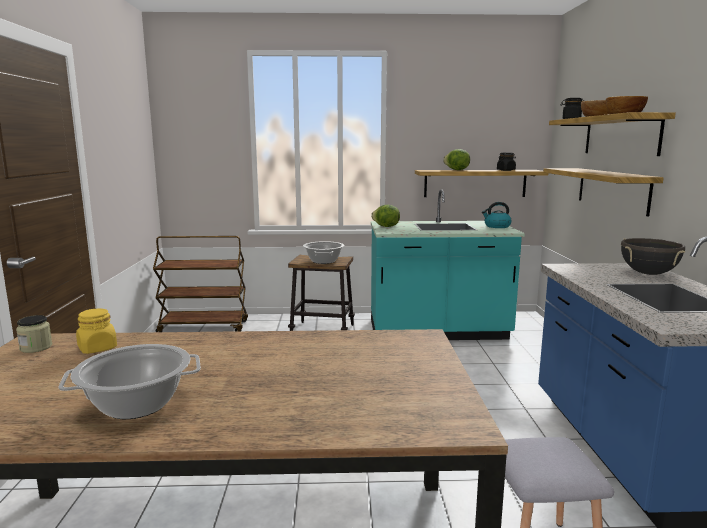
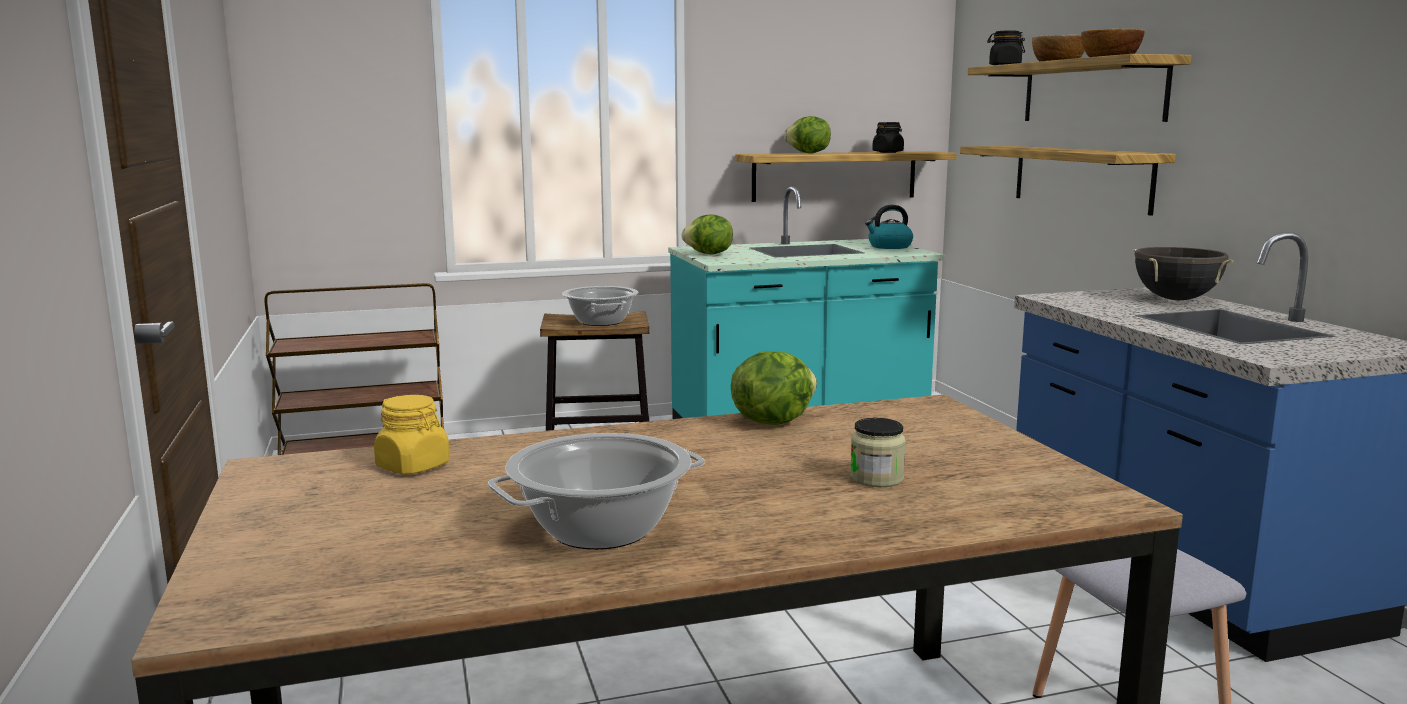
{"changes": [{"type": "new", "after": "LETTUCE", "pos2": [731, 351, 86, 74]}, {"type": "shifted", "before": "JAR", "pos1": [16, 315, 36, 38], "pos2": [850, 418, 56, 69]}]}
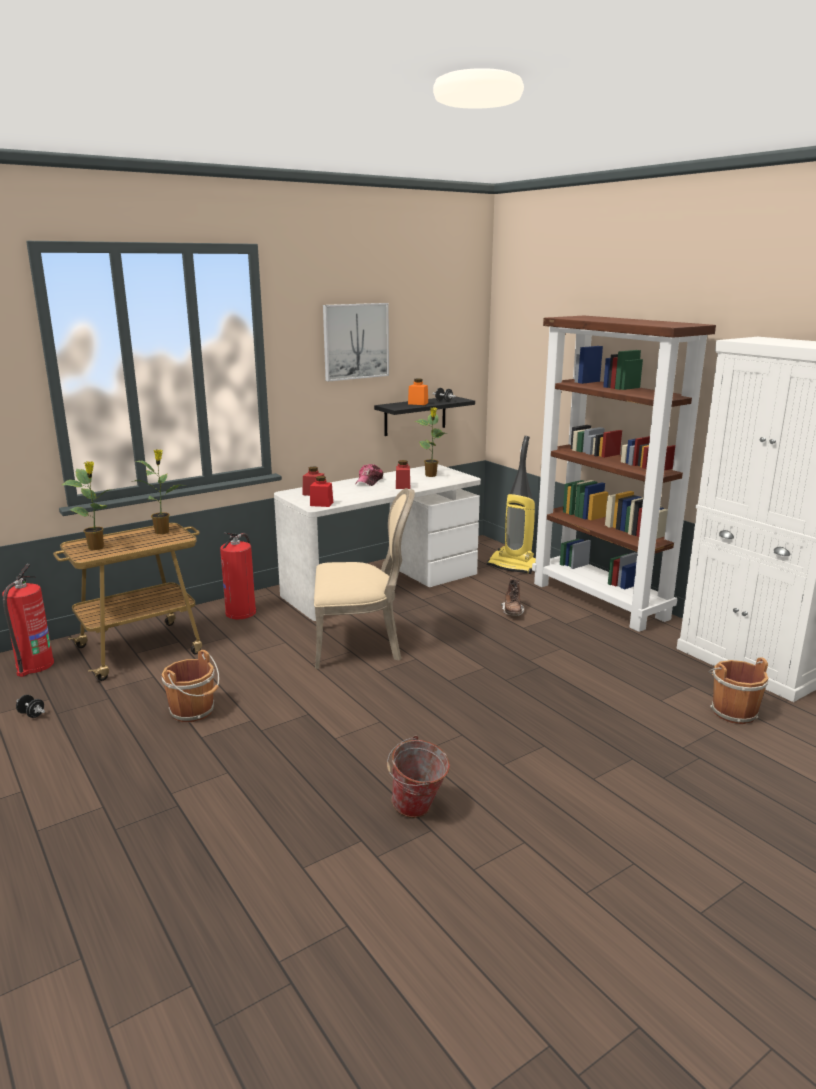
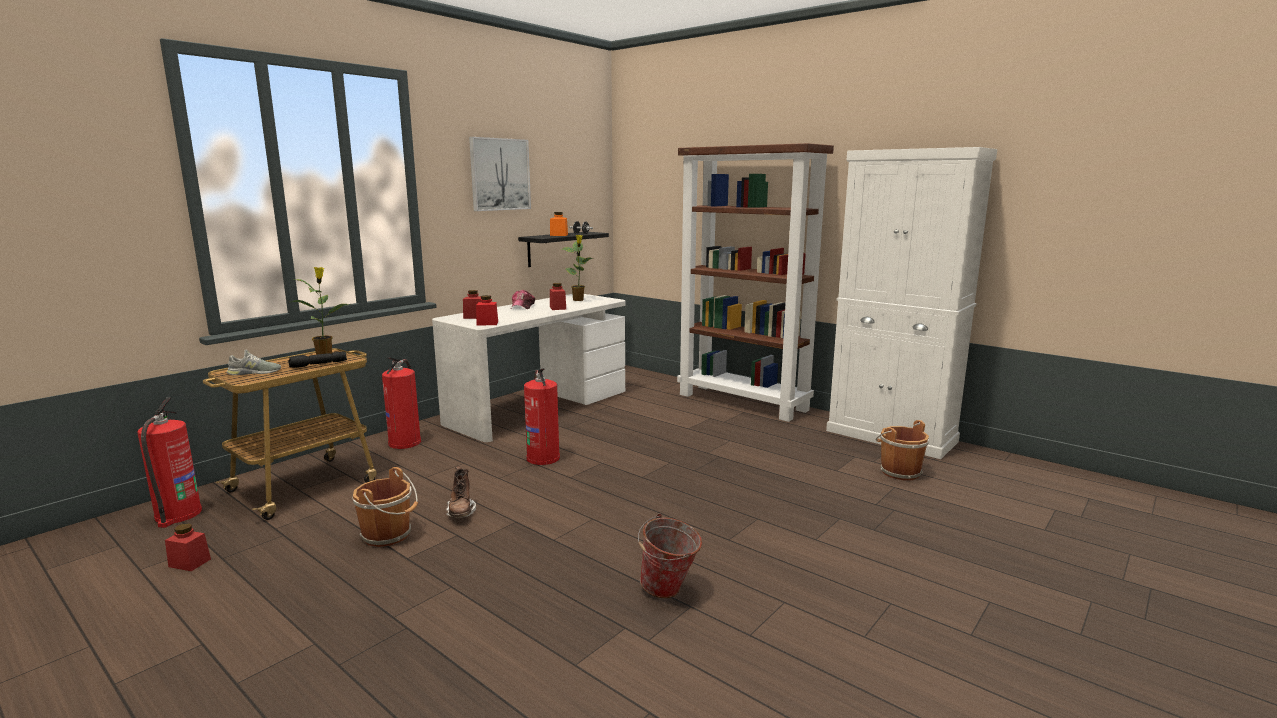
{"changes": [{"type": "gone", "before": "VACUUM CLEANER", "pos1": [487, 436, 49, 138]}, {"type": "new", "after": "BLACK FLASHLIGHT", "pos2": [288, 351, 59, 17]}, {"type": "shifted", "before": "BROWN BOOT", "pos1": [501, 577, 23, 39], "pos2": [446, 466, 30, 52]}, {"type": "swapped", "before": "BLACK DUMBBELL", "after": "RED JAR", "pos1": [16, 695, 29, 23], "pos2": [165, 523, 46, 48]}, {"type": "swapped", "before": "POTTED PLANT", "after": "GREY SHOE", "pos1": [62, 461, 48, 89], "pos2": [227, 350, 54, 25]}, {"type": "swapped", "before": "BEIGE CHAIR", "after": "FIRE EXTINGUISHER", "pos1": [314, 488, 101, 181], "pos2": [524, 368, 36, 97]}]}
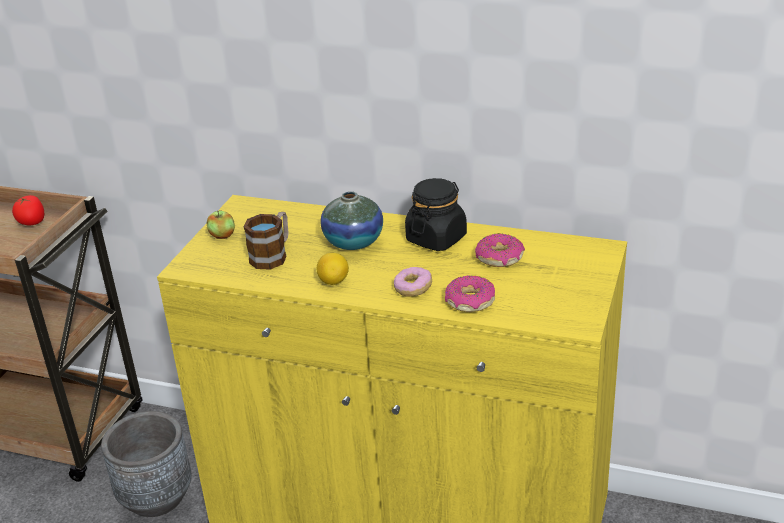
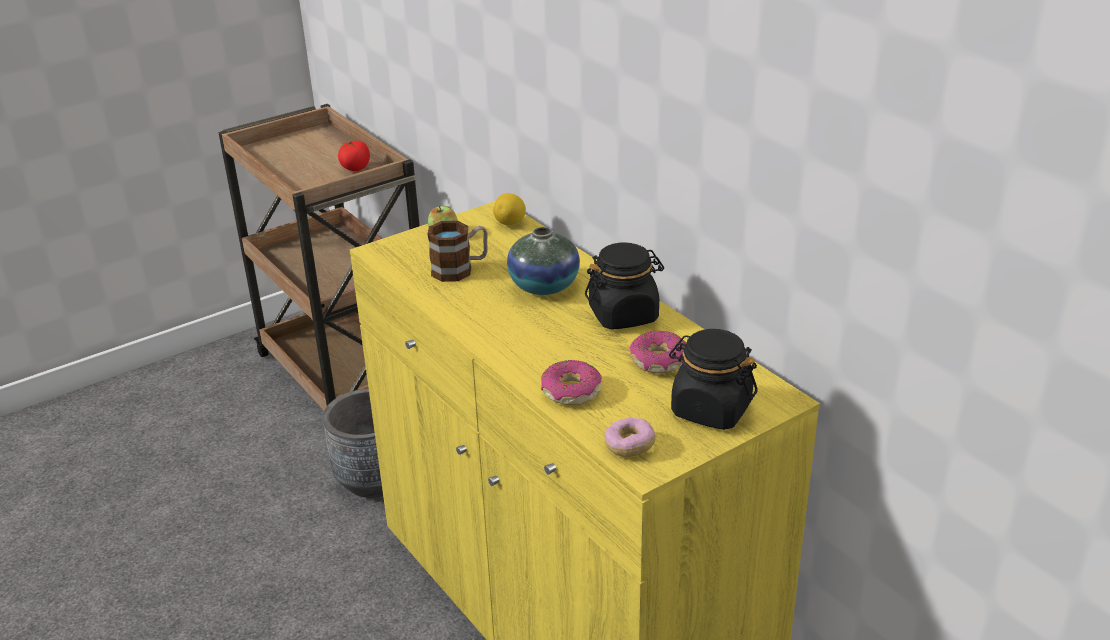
{"changes": [{"type": "new", "after": "BLACK JAR", "pos2": [669, 329, 88, 101]}, {"type": "shifted", "before": "LEMON", "pos1": [317, 253, 32, 32], "pos2": [493, 193, 33, 32]}, {"type": "shifted", "before": "DONUT", "pos1": [394, 267, 38, 30], "pos2": [604, 417, 52, 40]}]}
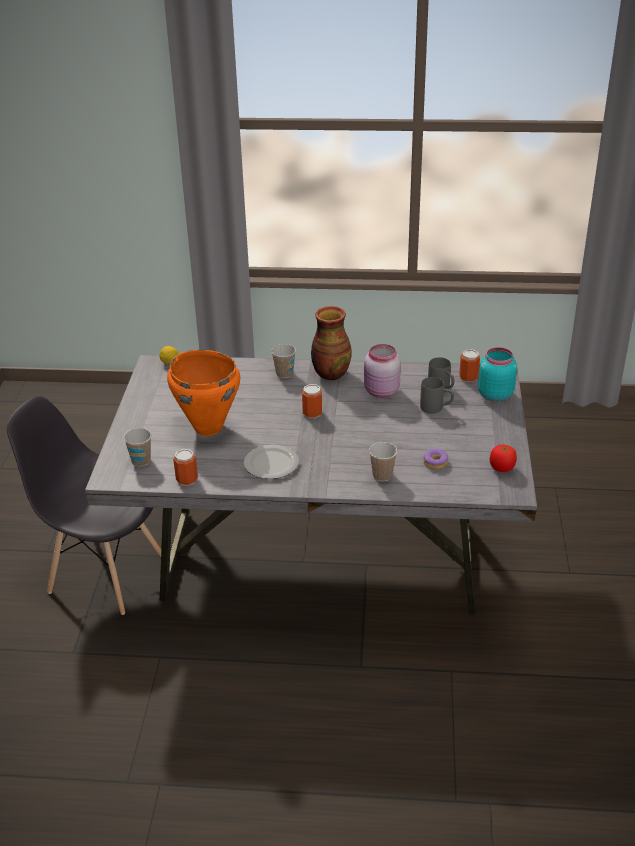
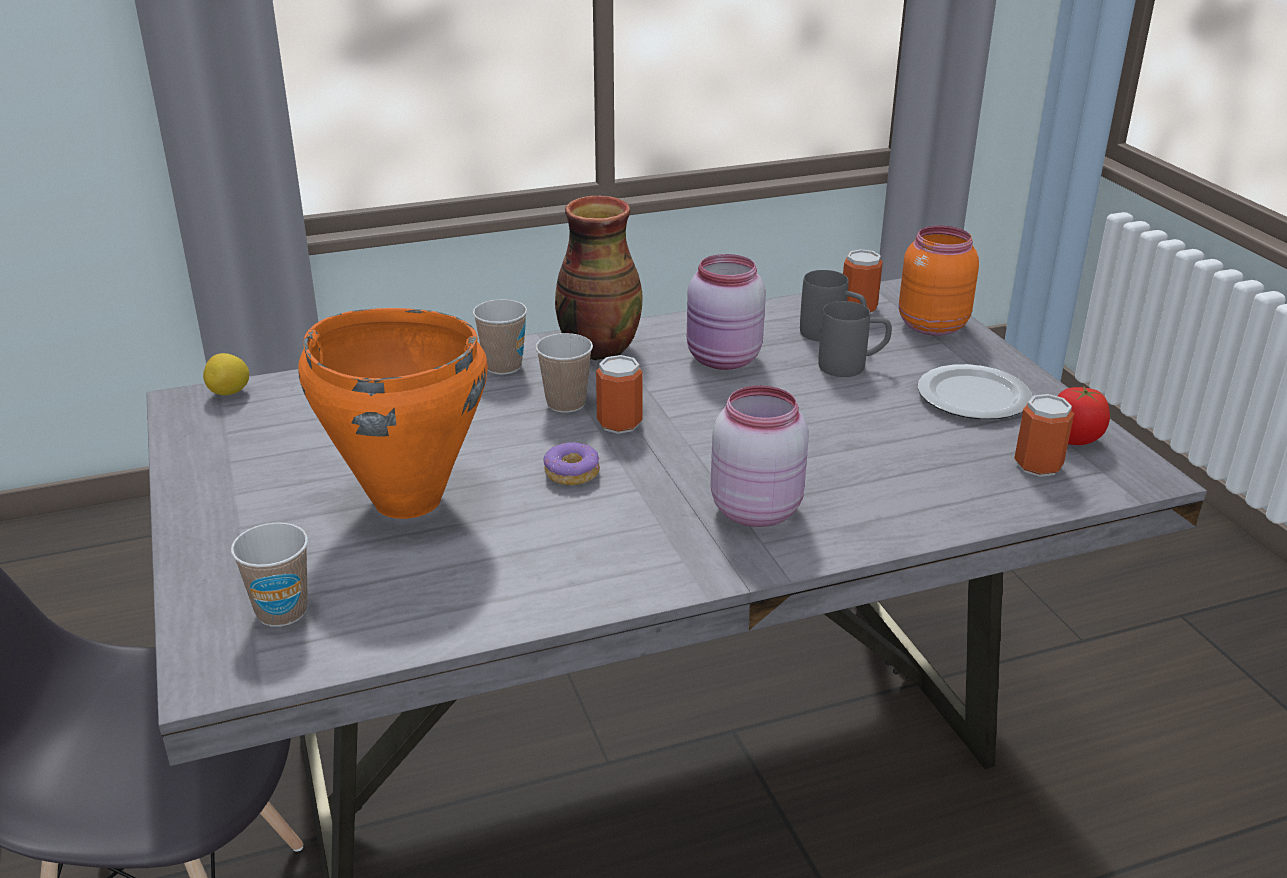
{"changes": [{"type": "new", "after": "PINK JAR", "pos2": [711, 385, 98, 142]}, {"type": "shifted", "before": "CAN", "pos1": [173, 449, 25, 37], "pos2": [1014, 394, 60, 83]}, {"type": "shifted", "before": "PLATE", "pos1": [244, 445, 55, 34], "pos2": [918, 364, 114, 56]}, {"type": "shifted", "before": "CUP", "pos1": [369, 442, 28, 40], "pos2": [535, 333, 58, 80]}, {"type": "shifted", "before": "DONUT", "pos1": [423, 449, 25, 20], "pos2": [544, 442, 56, 43]}, {"type": "repainted", "before": "TURQUOISE JAR", "after": "ORANGE JAR", "pos1": [478, 347, 39, 55], "pos2": [899, 226, 80, 110]}]}
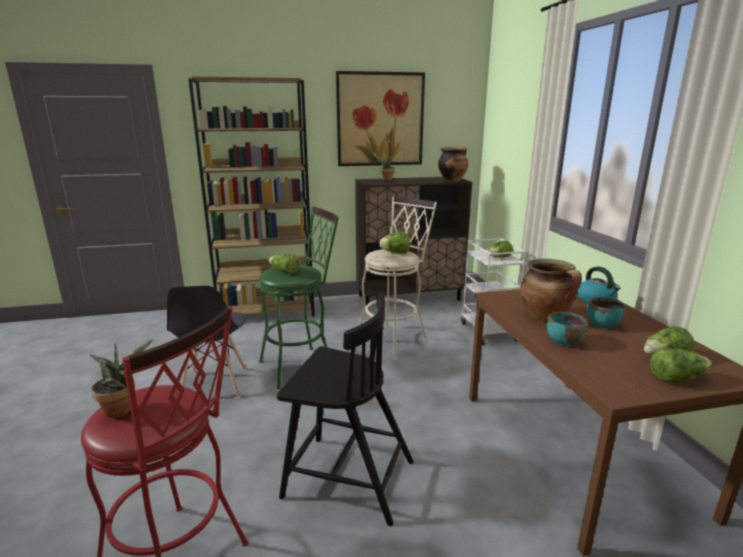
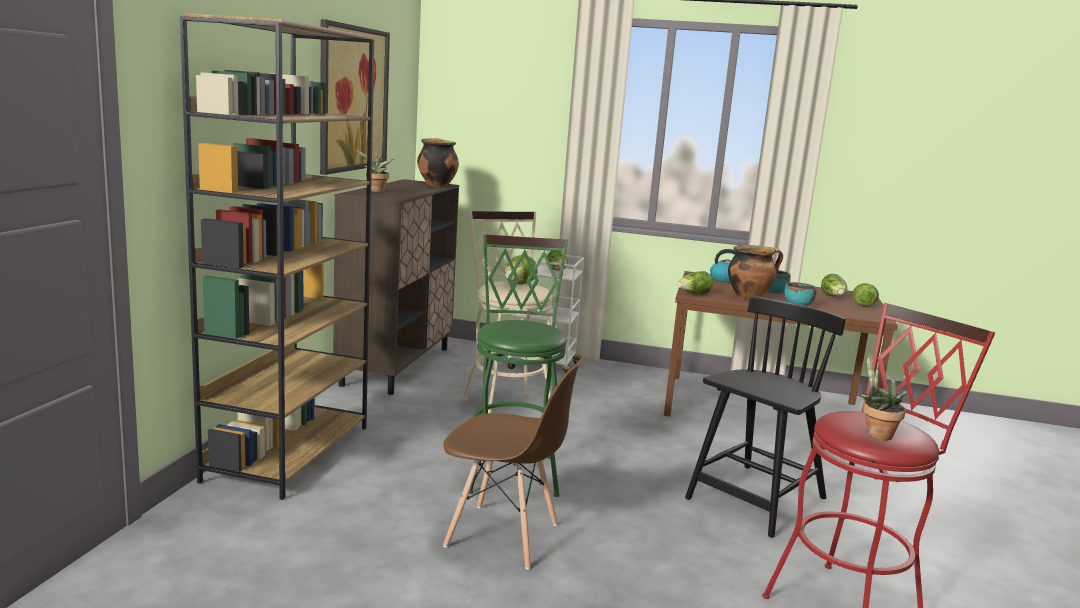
{"changes": [{"type": "shifted", "before": "LETTUCE", "pos1": [268, 254, 32, 20], "pos2": [677, 271, 36, 23]}, {"type": "repainted", "before": "GREY CHAIR", "after": "BROWN CHAIR", "pos1": [167, 286, 79, 112], "pos2": [443, 356, 143, 214]}]}
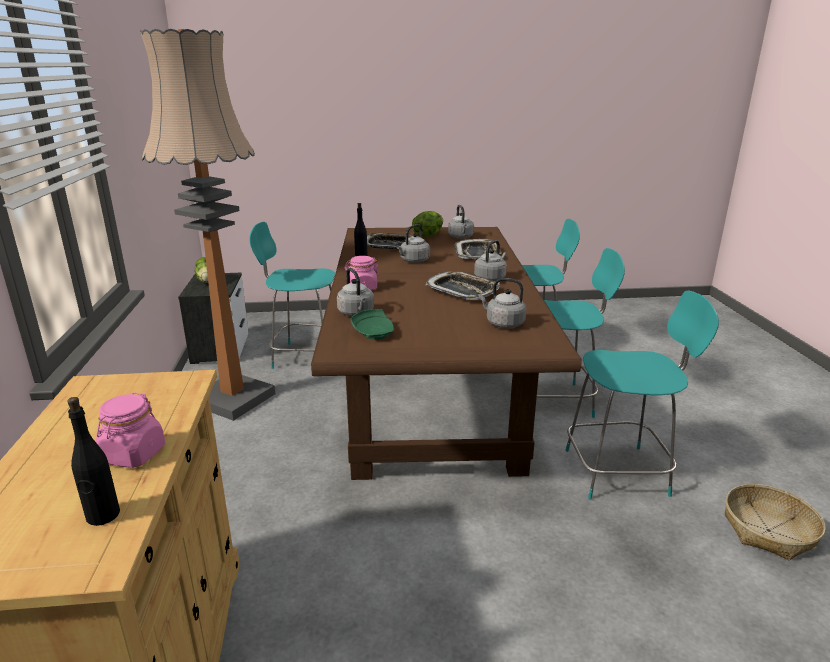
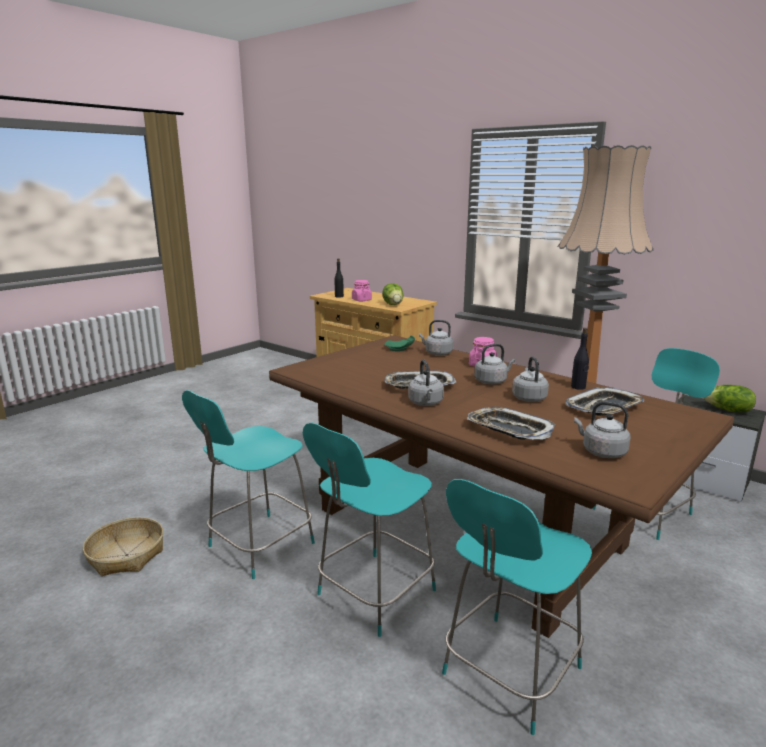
{"changes": [{"type": "shifted", "before": "LETTUCE", "pos1": [412, 211, 31, 26], "pos2": [382, 283, 21, 22]}, {"type": "shifted", "before": "GREY KETTLE", "pos1": [479, 278, 47, 50], "pos2": [475, 344, 40, 40]}]}
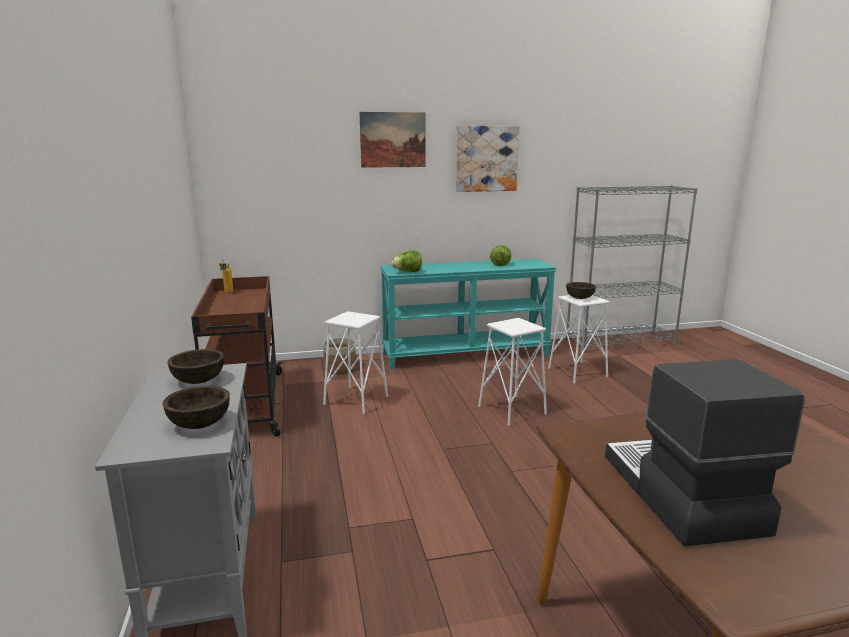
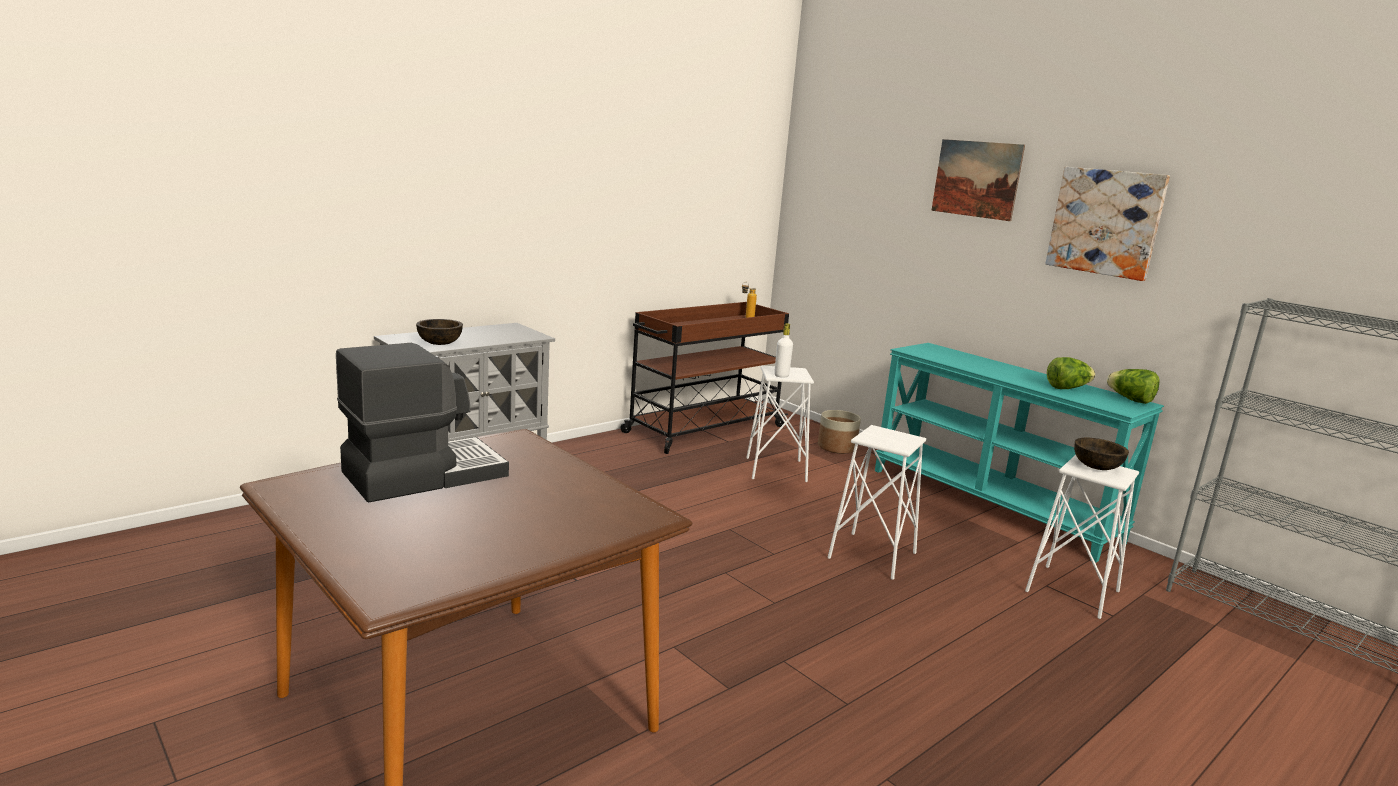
{"changes": [{"type": "gone", "before": "BROWN BOWL", "pos1": [167, 349, 57, 35]}, {"type": "new", "after": "WHITE BOTTLE", "pos2": [774, 323, 19, 55]}, {"type": "shifted", "before": "LETTUCE", "pos1": [391, 250, 31, 22], "pos2": [1107, 369, 52, 35]}]}
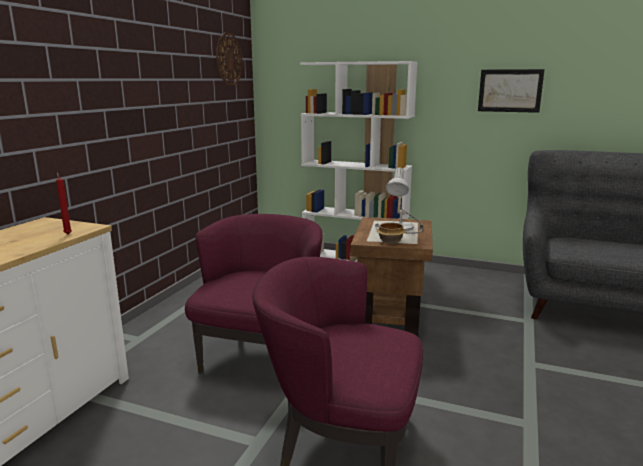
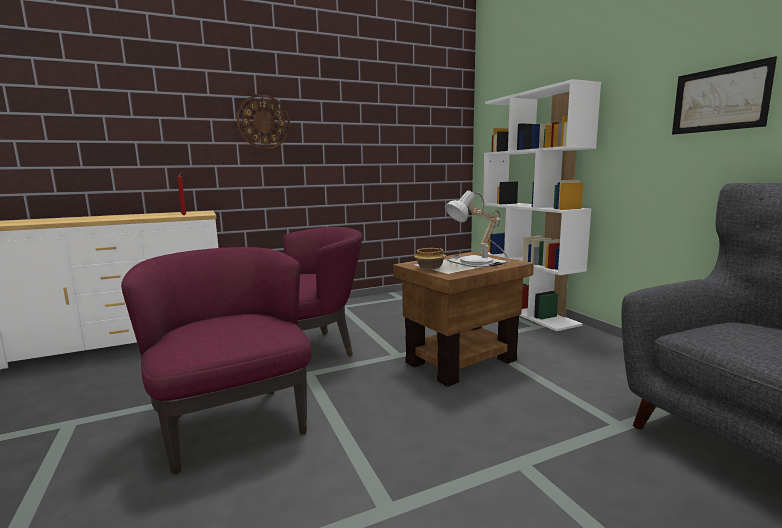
{"changes": [{"type": "shifted", "before": "WALL CLOCK", "pos1": [216, 32, 27, 53], "pos2": [236, 94, 55, 55]}]}
